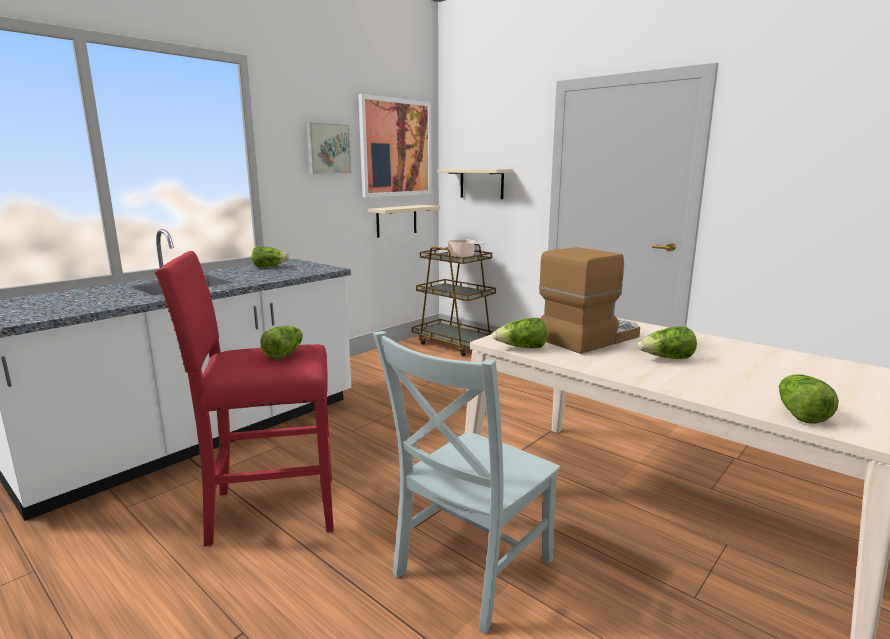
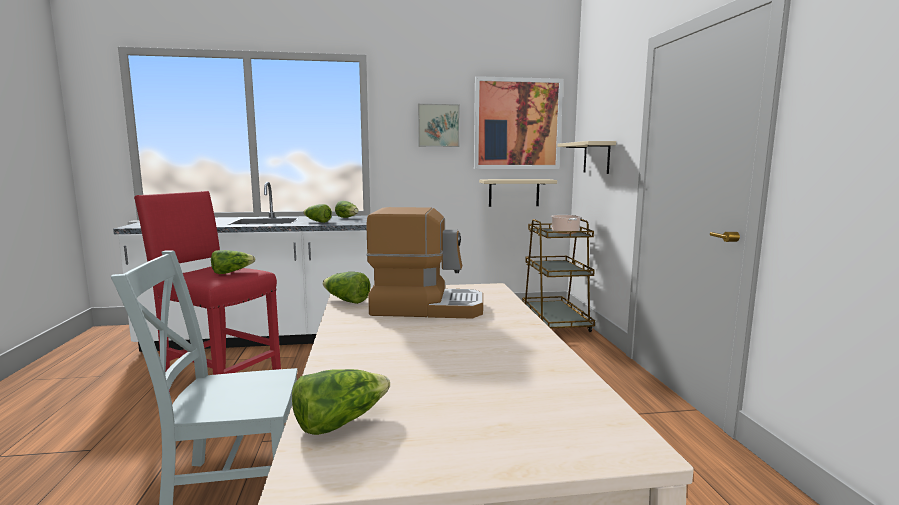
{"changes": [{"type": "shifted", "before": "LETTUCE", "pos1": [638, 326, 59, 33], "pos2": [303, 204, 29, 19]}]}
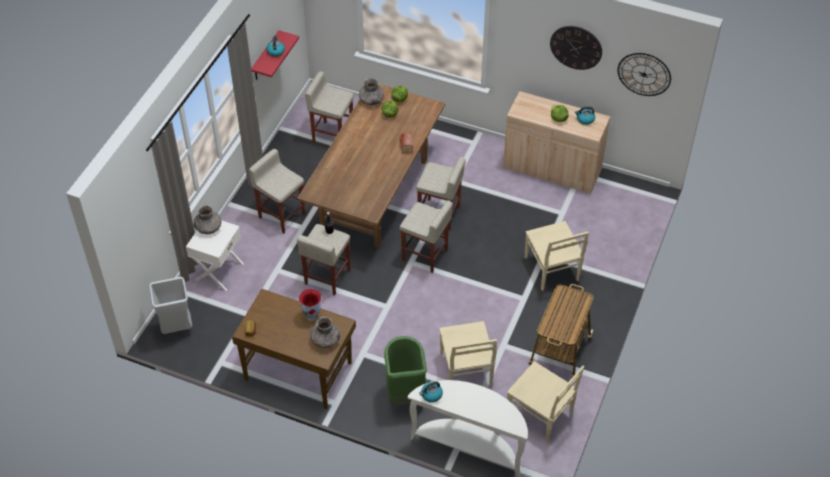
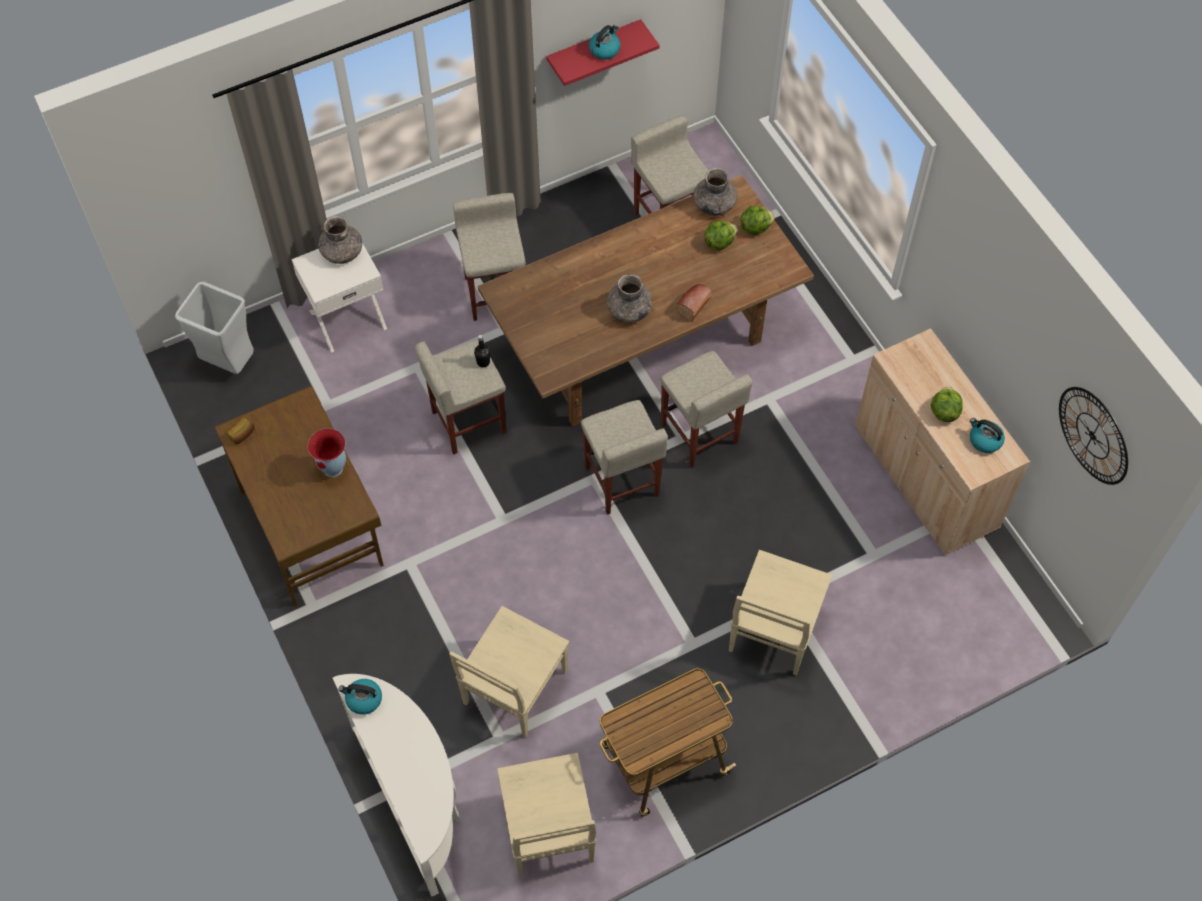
{"changes": [{"type": "gone", "before": "GREEN TRASH CAN", "pos1": [384, 336, 43, 70]}, {"type": "gone", "before": "WALL CLOCK", "pos1": [550, 26, 52, 44]}, {"type": "shifted", "before": "GREY VASE", "pos1": [310, 316, 30, 32], "pos2": [607, 274, 45, 49]}]}
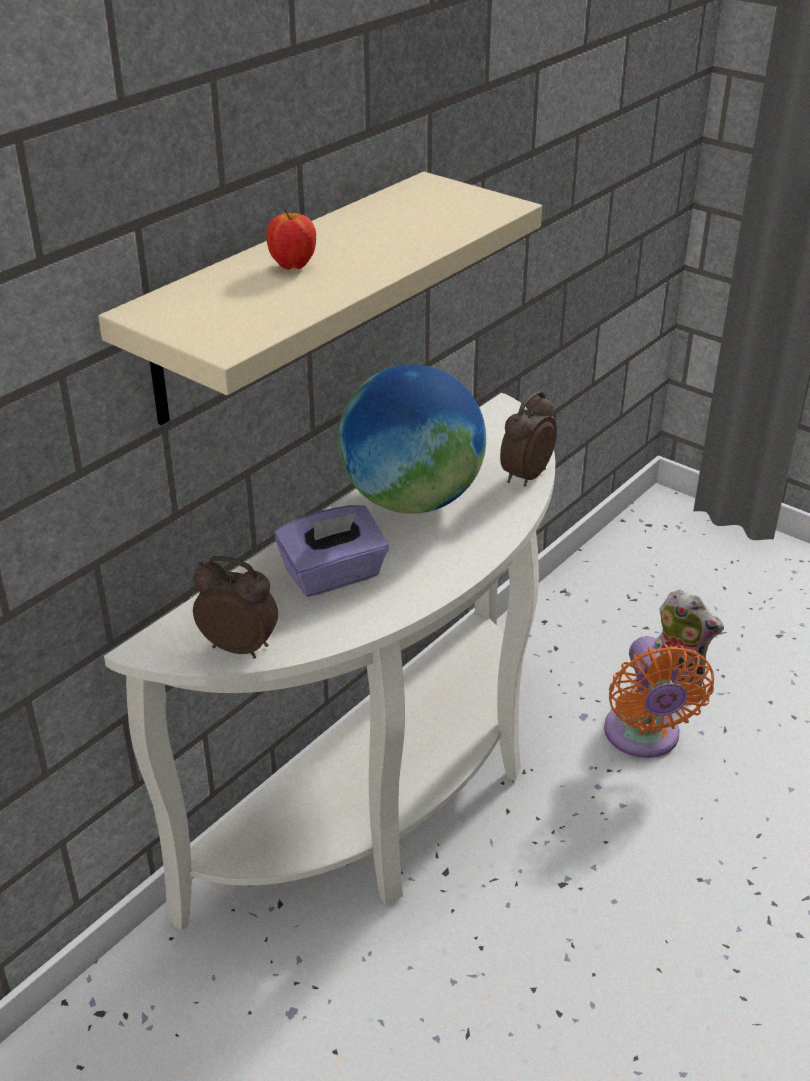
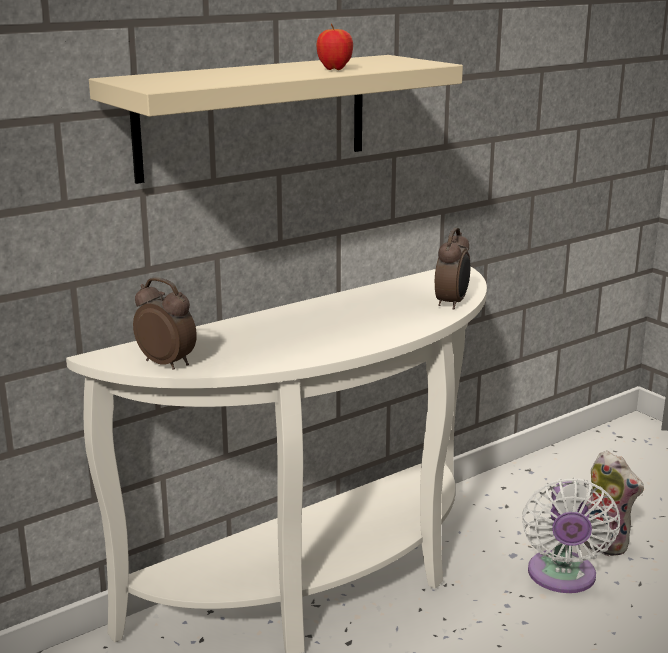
{"changes": [{"type": "gone", "before": "PURPLE TISSUE BOX", "pos1": [274, 505, 115, 92]}, {"type": "gone", "before": "GLOBE", "pos1": [338, 364, 148, 150]}, {"type": "shifted", "before": "APPLE", "pos1": [266, 210, 50, 60], "pos2": [316, 24, 37, 46]}, {"type": "repainted", "before": "ORANGE FAN", "after": "WHITE FAN", "pos1": [604, 636, 110, 122], "pos2": [522, 477, 98, 116]}, {"type": "rotated", "before": "ALARM CLOCK", "pos1": [500, 391, 57, 95], "pos2": [435, 228, 35, 82], "turn": 150}]}
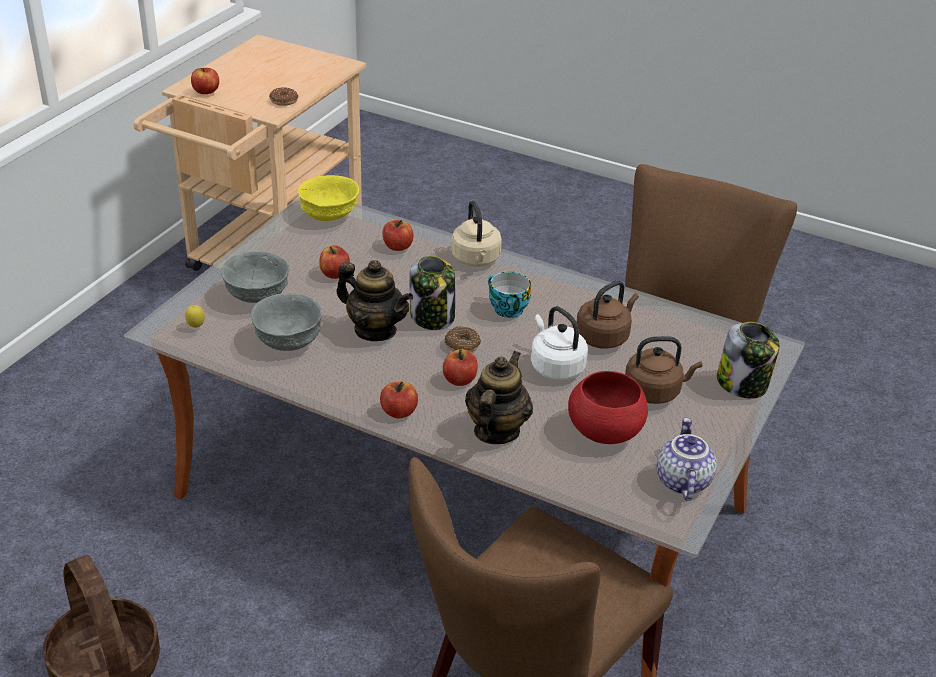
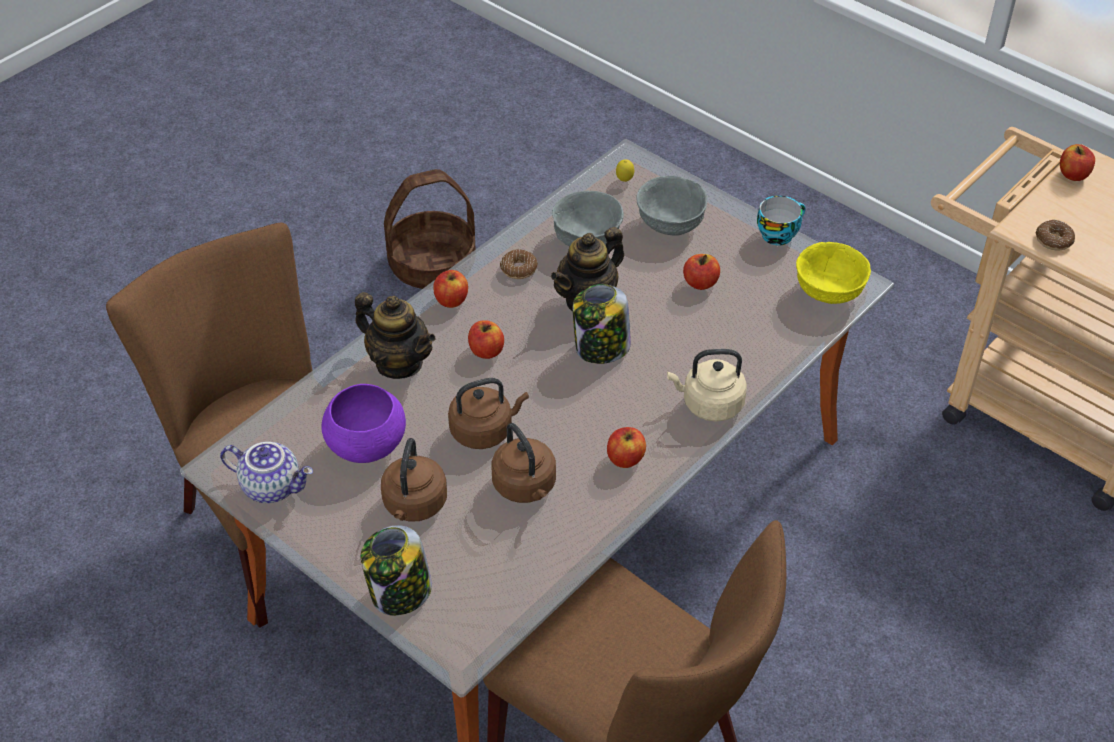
{"changes": [{"type": "shifted", "before": "APPLE", "pos1": [382, 220, 32, 31], "pos2": [607, 427, 39, 41]}, {"type": "shifted", "before": "DONUT", "pos1": [445, 326, 36, 26], "pos2": [500, 249, 38, 30]}, {"type": "shifted", "before": "CUP", "pos1": [488, 272, 43, 46], "pos2": [757, 196, 49, 50]}, {"type": "repainted", "before": "WHITE KETTLE", "after": "BROWN KETTLE", "pos1": [531, 306, 57, 74], "pos2": [448, 378, 81, 71]}, {"type": "repainted", "before": "RED BOWL", "after": "PURPLE BOWL", "pos1": [568, 371, 80, 73], "pos2": [322, 384, 84, 79]}]}
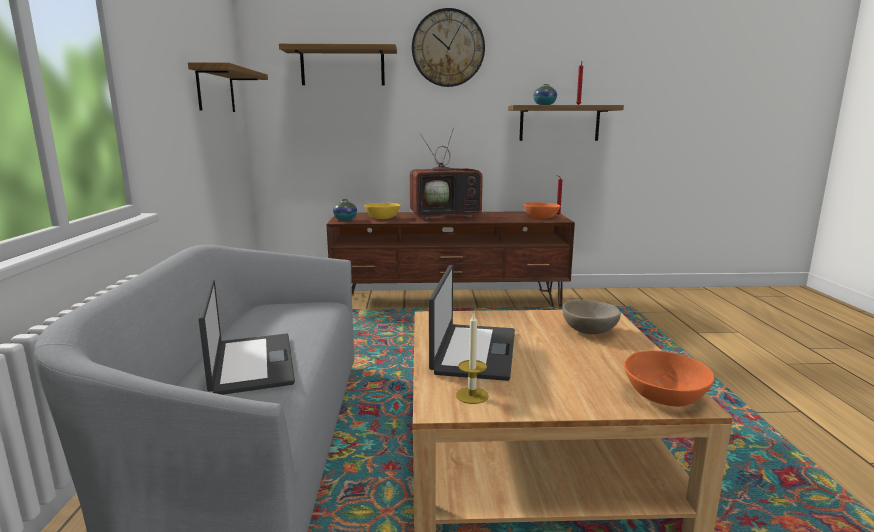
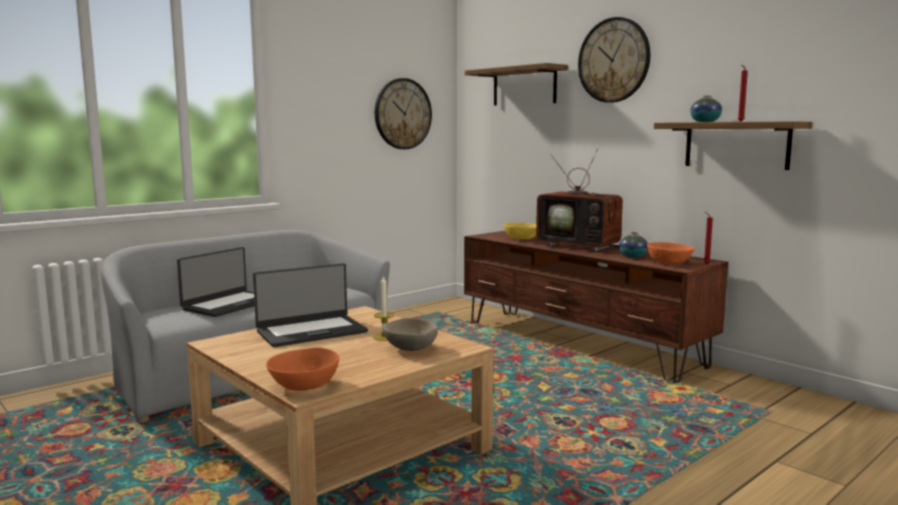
{"changes": [{"type": "shifted", "before": "VASE", "pos1": [333, 199, 24, 22], "pos2": [619, 232, 29, 26]}, {"type": "shifted", "before": "CANDLE", "pos1": [456, 312, 33, 92], "pos2": [373, 275, 21, 66]}, {"type": "swapped", "before": "SHELF", "after": "WALL CLOCK", "pos1": [188, 62, 80, 50], "pos2": [375, 78, 57, 71]}]}
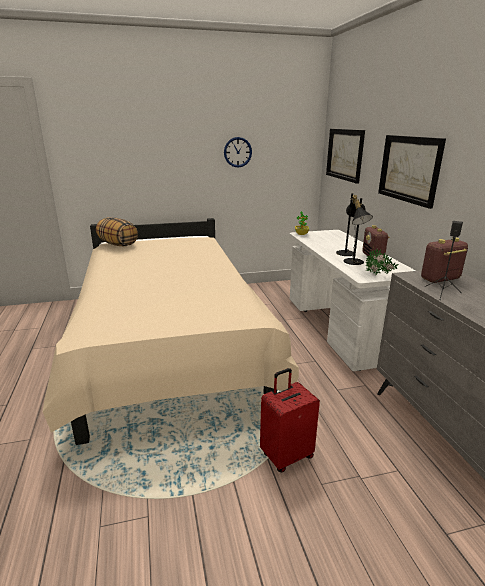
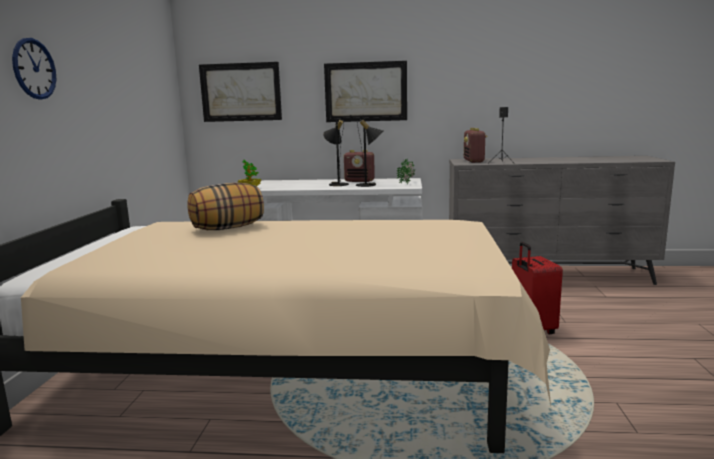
{"changes": [{"type": "shifted", "before": "PILLOW", "pos1": [96, 217, 42, 29], "pos2": [187, 183, 77, 47]}, {"type": "shifted", "before": "WALL CLOCK", "pos1": [224, 137, 28, 31], "pos2": [12, 38, 44, 62]}]}
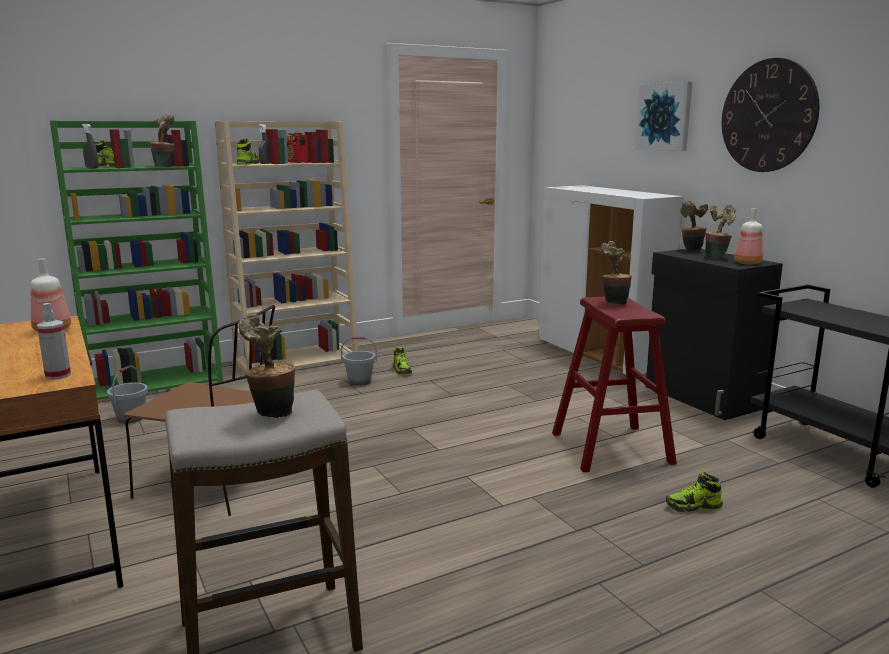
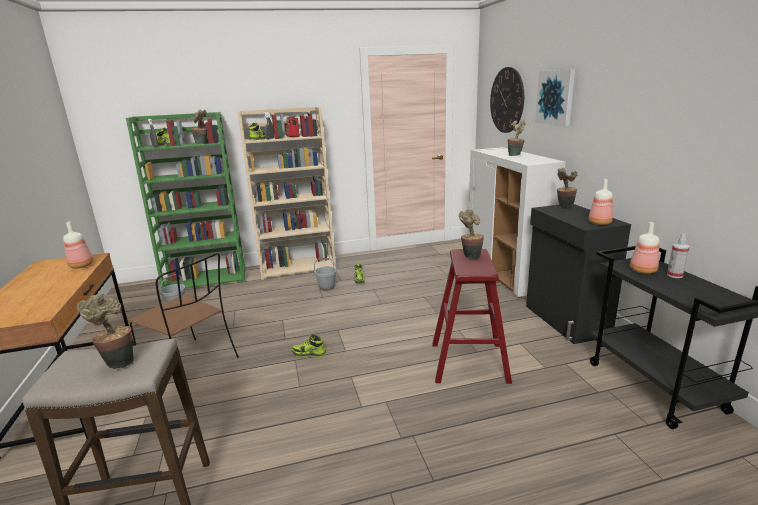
{"changes": [{"type": "new", "after": "BOTTLE", "pos2": [630, 222, 29, 52]}, {"type": "shifted", "before": "SPRAY BOTTLE", "pos1": [37, 303, 34, 77], "pos2": [667, 233, 23, 45]}, {"type": "shifted", "before": "SHOE", "pos1": [666, 472, 57, 41], "pos2": [291, 334, 35, 23]}, {"type": "shifted", "before": "POTTED PLANT", "pos1": [705, 204, 31, 55], "pos2": [508, 120, 17, 36]}, {"type": "shifted", "before": "WALL CLOCK", "pos1": [722, 58, 98, 114], "pos2": [490, 67, 34, 66]}]}
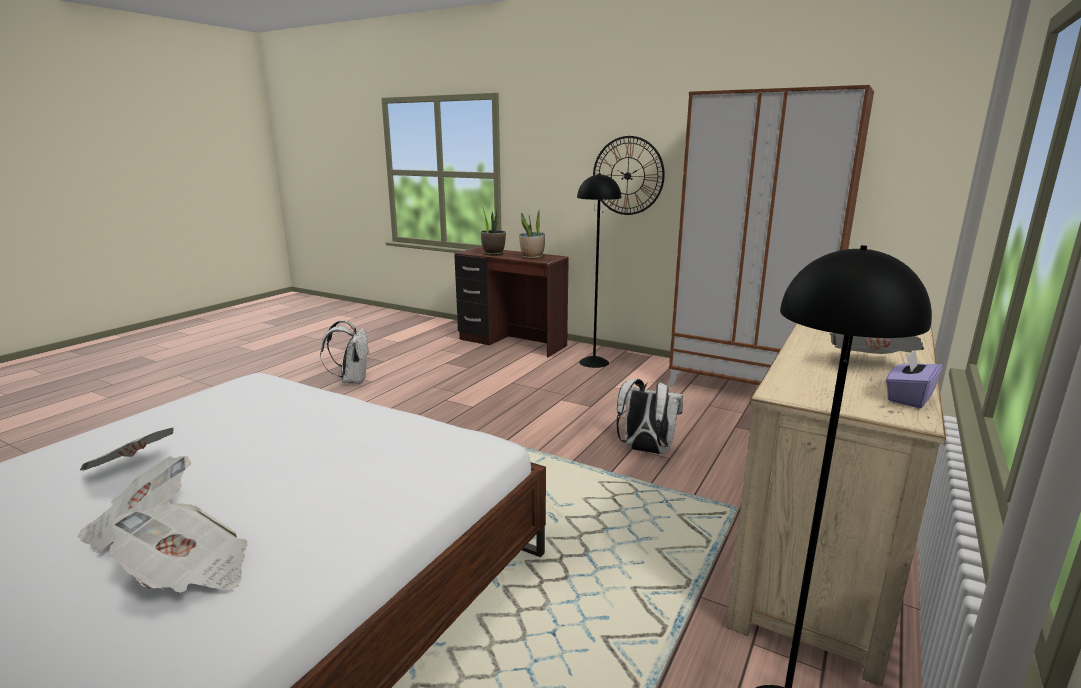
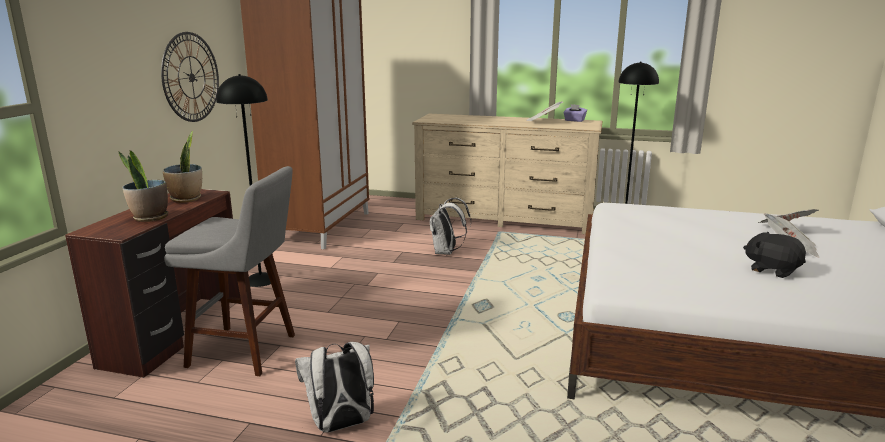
{"changes": [{"type": "new", "after": "GREY STOOL", "pos2": [164, 166, 131, 210]}, {"type": "swapped", "before": "NEWSPAPER", "after": "BLACK PLUSH TOY", "pos1": [80, 428, 94, 43], "pos2": [743, 232, 63, 46]}]}
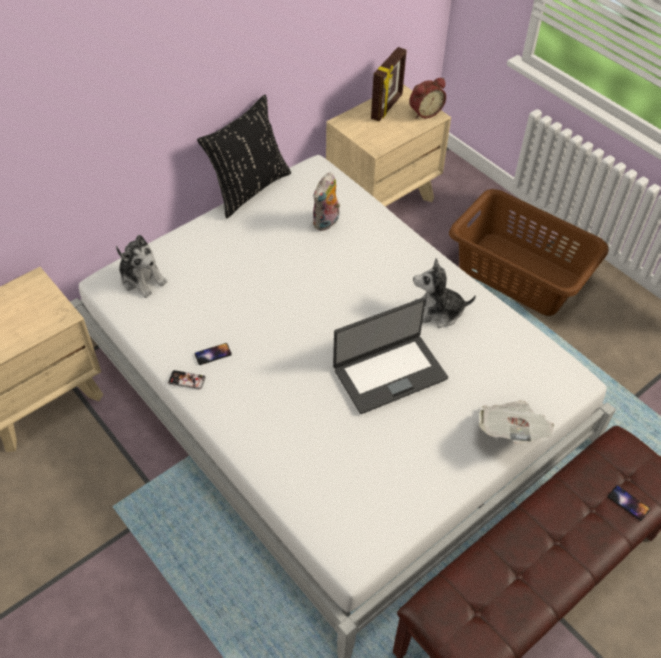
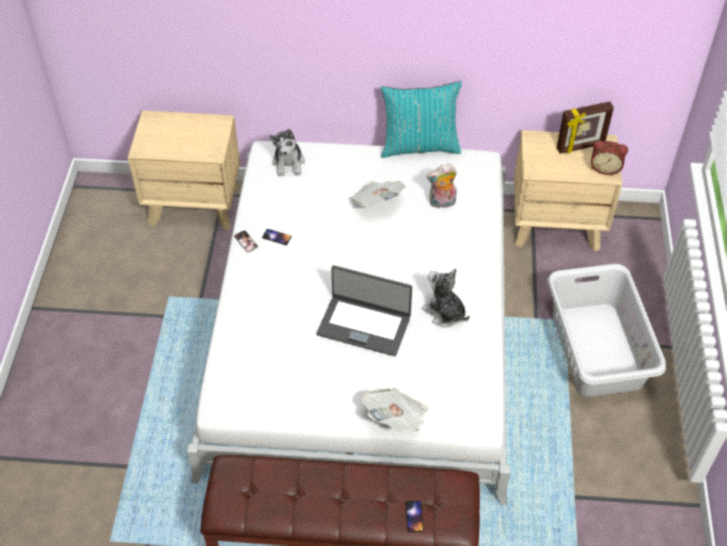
{"changes": [{"type": "new", "after": "NEWSPAPER", "pos2": [349, 181, 57, 26]}, {"type": "repainted", "before": "BLACK PILLOW", "after": "TURQUOISE PILLOW", "pos1": [197, 95, 94, 123], "pos2": [380, 81, 82, 77]}, {"type": "repainted", "before": "BROWN LAUNDRY BASKET", "after": "GREY LAUNDRY BASKET", "pos1": [449, 189, 159, 127], "pos2": [548, 264, 118, 133]}]}
